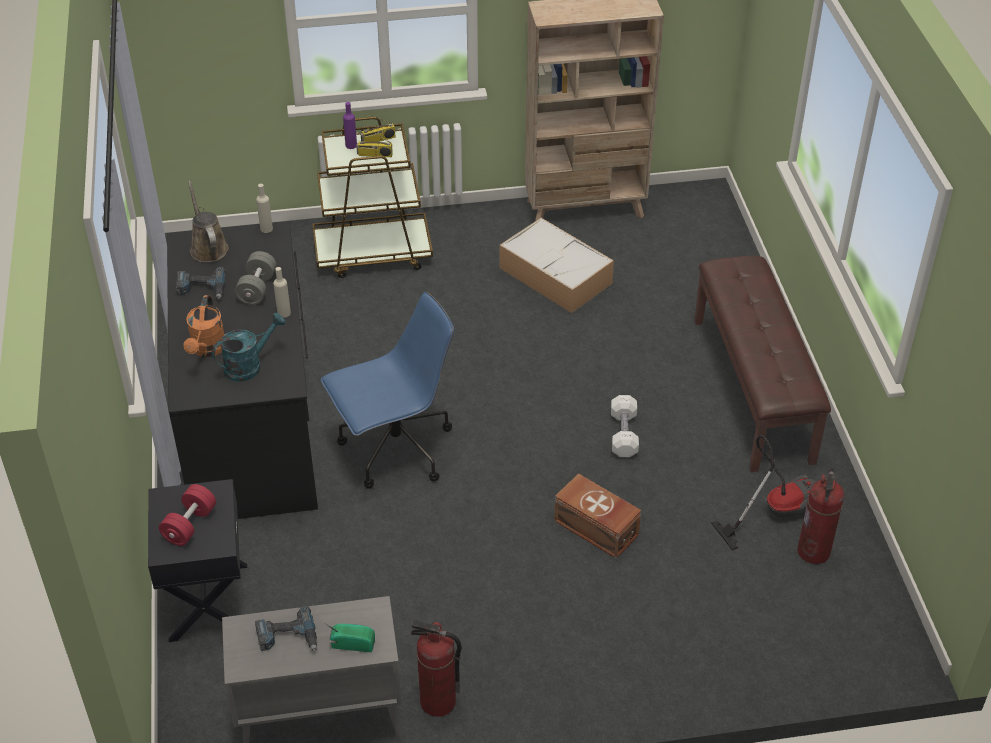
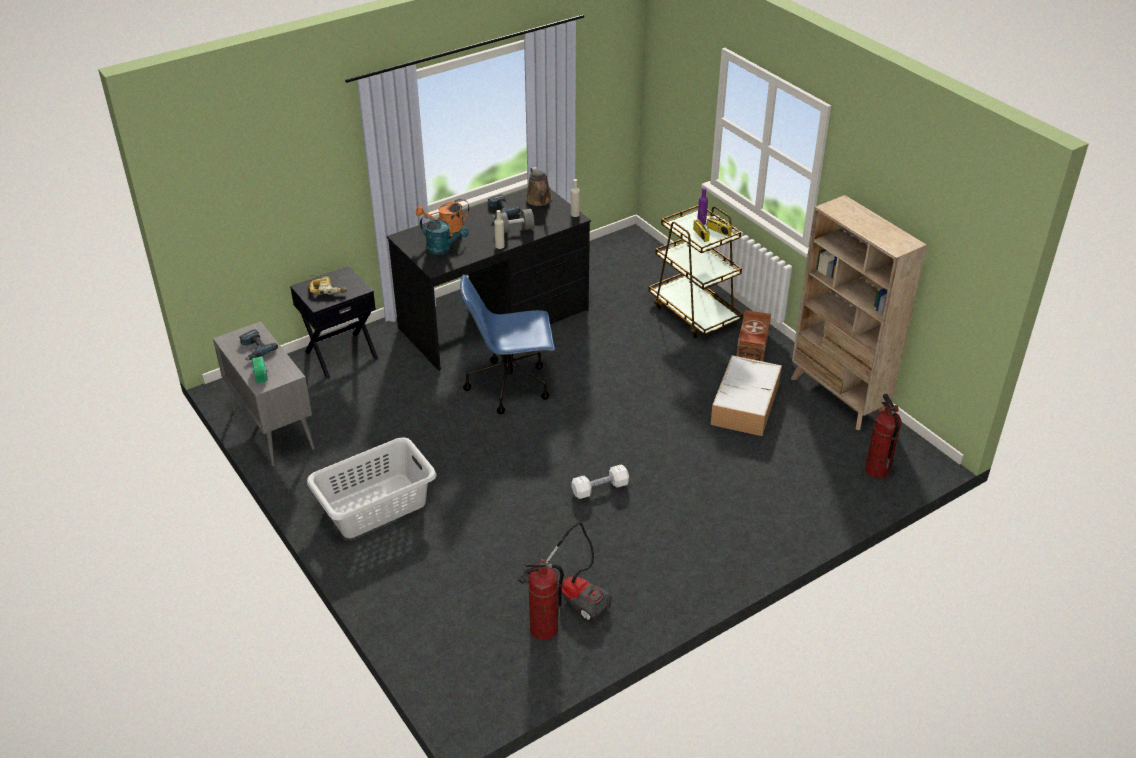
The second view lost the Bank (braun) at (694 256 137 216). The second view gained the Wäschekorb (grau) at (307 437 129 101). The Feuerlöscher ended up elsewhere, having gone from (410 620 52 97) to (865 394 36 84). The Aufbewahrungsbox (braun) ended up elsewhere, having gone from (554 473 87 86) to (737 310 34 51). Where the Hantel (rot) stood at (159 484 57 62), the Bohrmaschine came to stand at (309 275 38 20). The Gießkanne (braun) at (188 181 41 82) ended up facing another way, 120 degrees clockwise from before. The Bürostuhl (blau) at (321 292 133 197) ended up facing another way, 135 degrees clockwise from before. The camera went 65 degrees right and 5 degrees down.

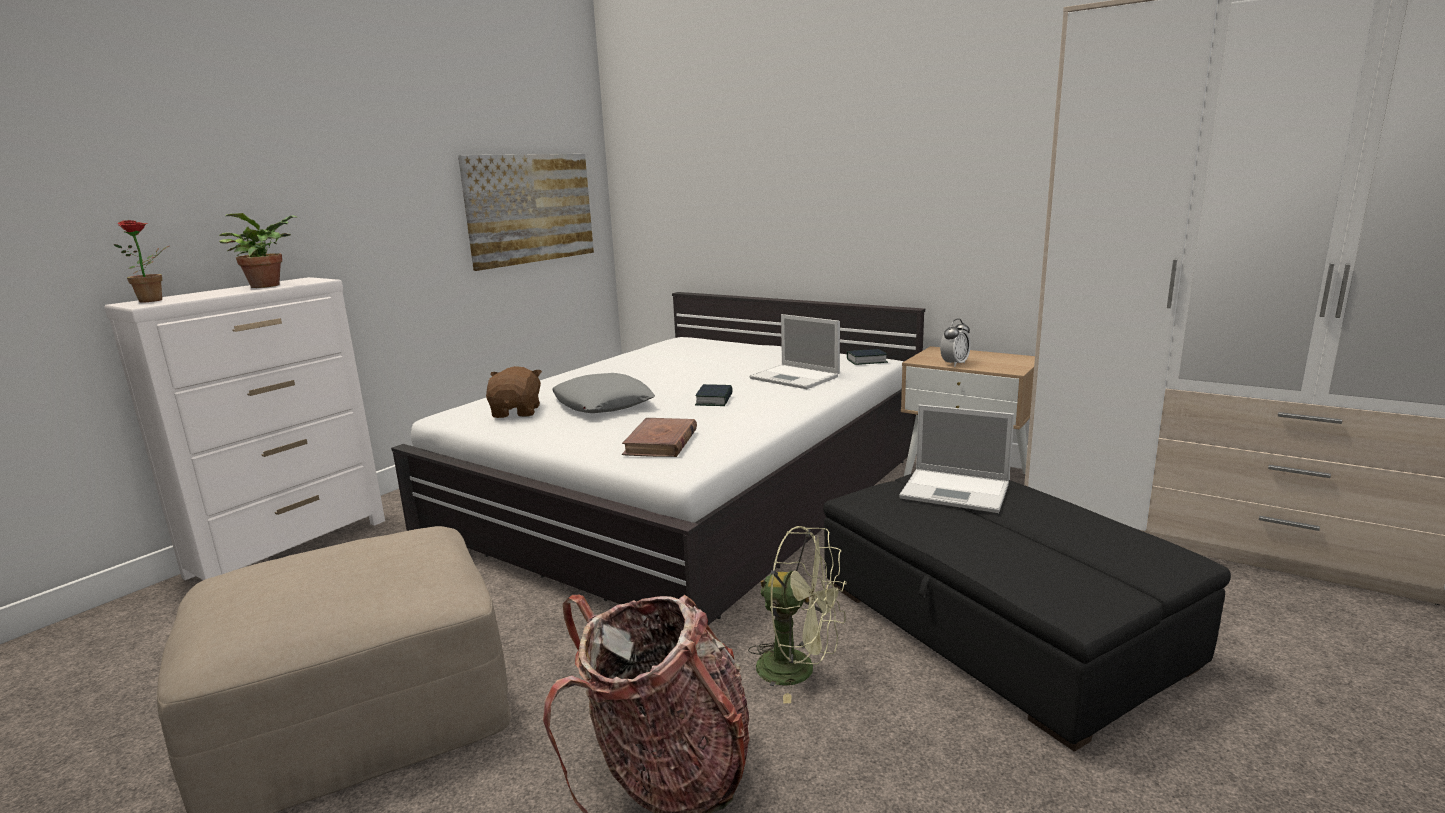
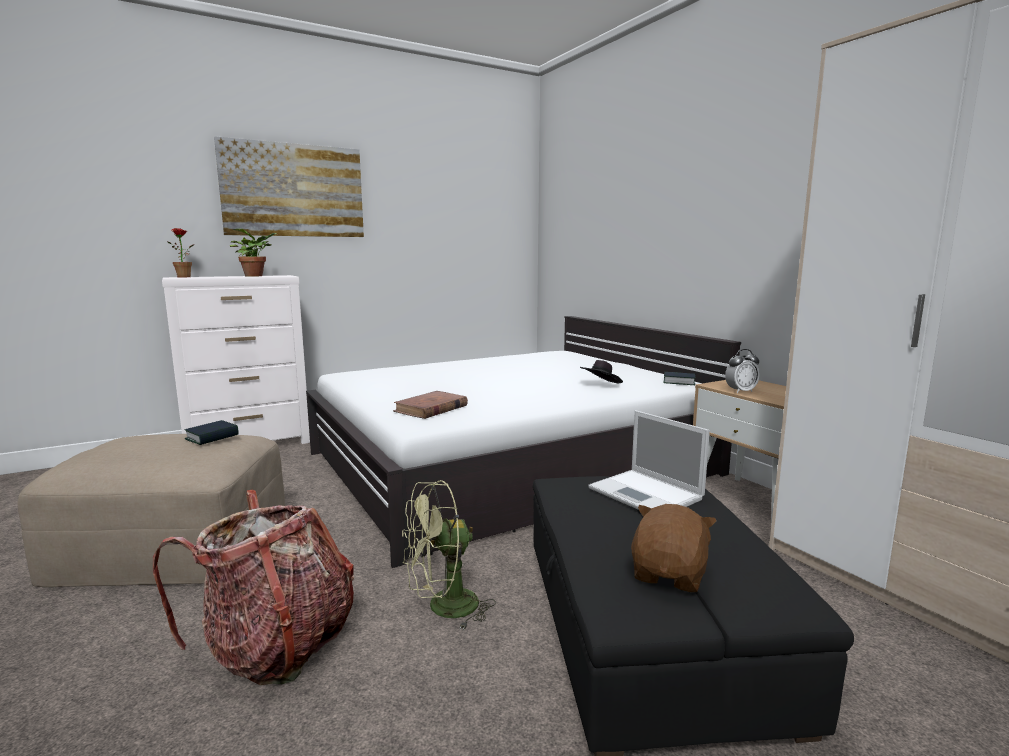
The second view lost the Kissen (grau) at (552 373 103 40). The Bild ended up elsewhere, having gone from (458 154 136 117) to (214 136 150 101). The Plüschtier (braun) ended up elsewhere, having gone from (486 366 56 52) to (631 504 85 88). The Buch ended up elsewhere, having gone from (695 384 38 22) to (185 420 54 25). Where the Laptop stood at (750 314 90 75), the Hut (schwarz) came to stand at (580 360 43 23). The Ventilator (grün) at (748 526 99 177) ended up facing another way, 105 degrees clockwise from before. The camera went 25 degrees right and 5 degrees down.

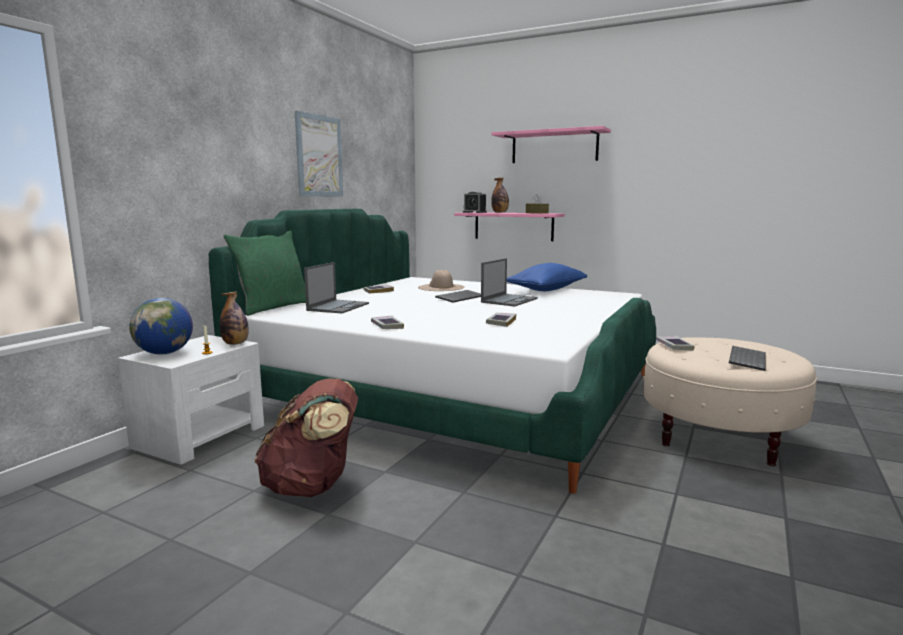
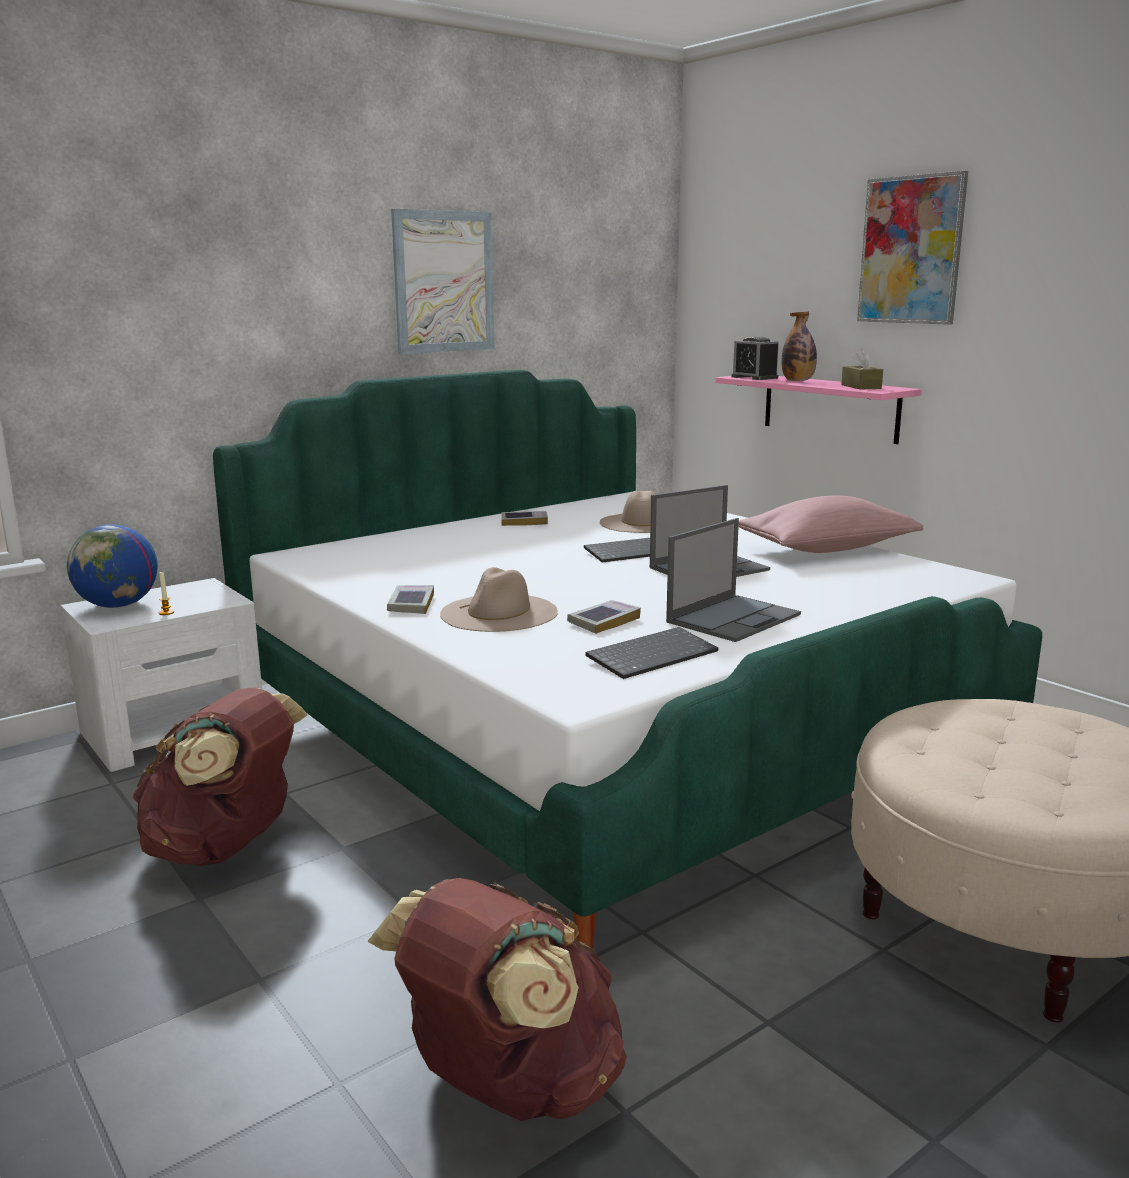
The second view lost the Flasche at (219 291 30 54). The second view lost the Kissen (grün) at (223 230 83 86). The second view lost the Buch at (656 336 39 15). The second view gained the Rucksack (braun) at (367 878 260 243). The second view gained the Hut (beige) at (440 567 118 65). The Laptop ended up elsewhere, having gone from (304 262 65 52) to (666 518 135 124). The Tastatur ended up elsewhere, having gone from (729 346 37 25) to (585 627 133 52). Where the Wandregal (rosa) hung at (492 126 119 37), the Bild came to hang at (857 171 111 154). What was the Kissen (blau) at (507 263 80 28) turned into the Kissen (rosa) at (739 495 184 58). The camera went 25 degrees right and 5 degrees up.

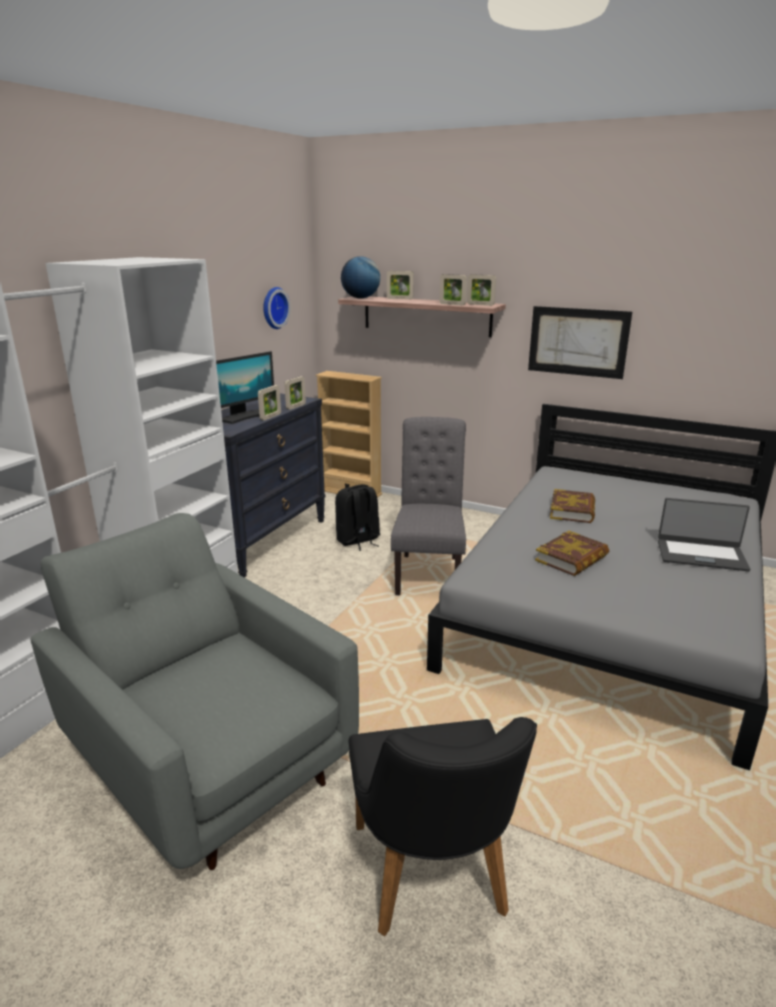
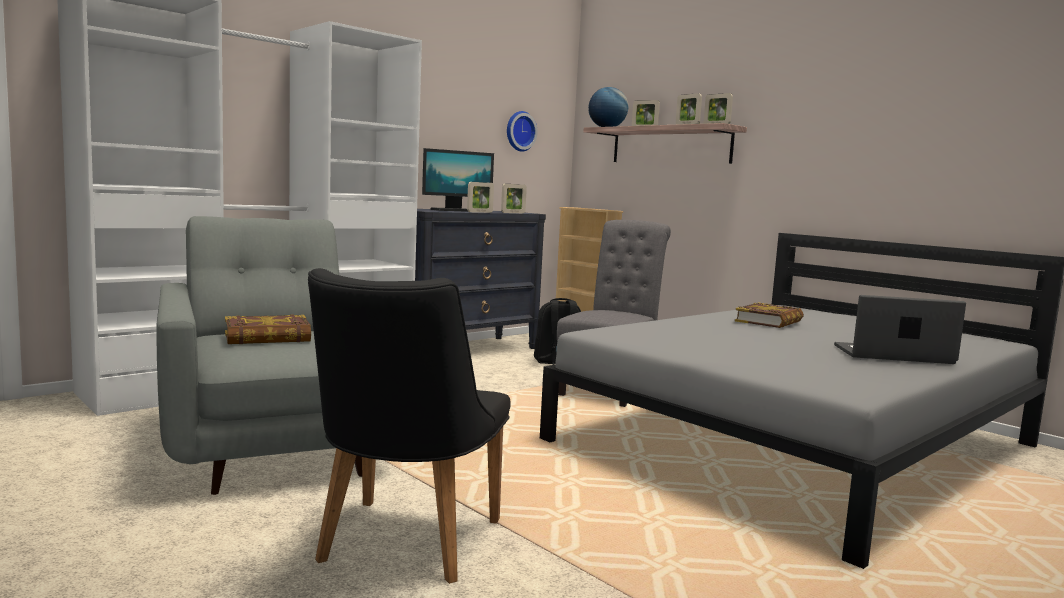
The second view lost the Bild at (528 306 104 73). The Buch ended up elsewhere, having gone from (535 531 74 45) to (225 314 86 30). The Laptop at (658 498 92 73) ended up facing another way, 150 degrees clockwise from before. The camera went 20 degrees right and 15 degrees down.

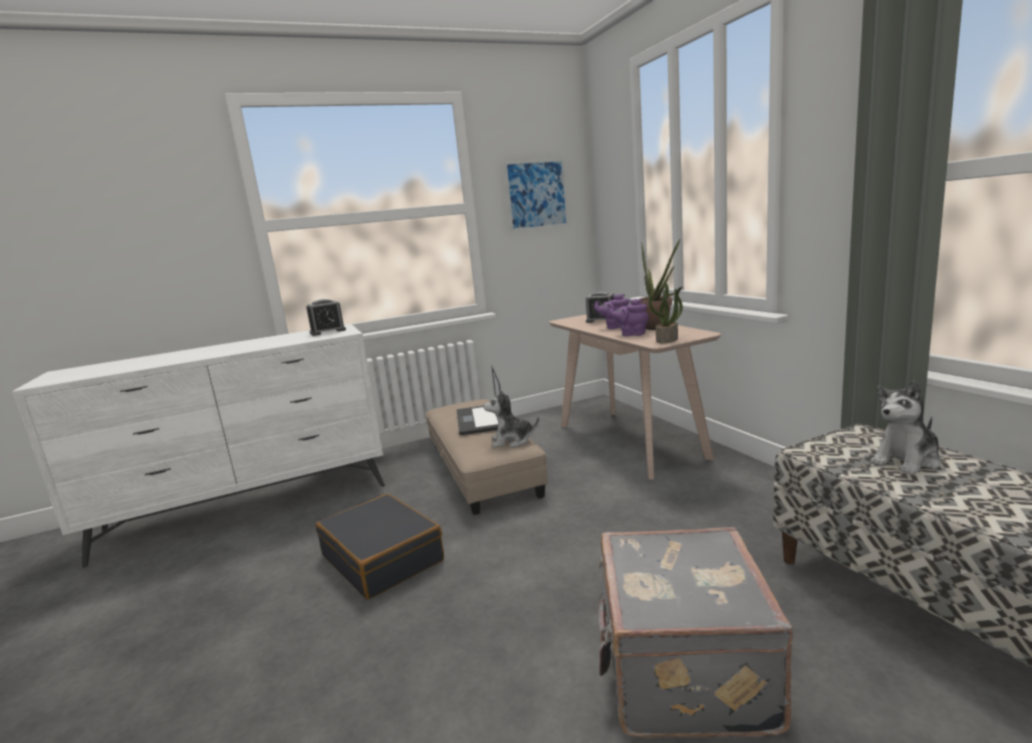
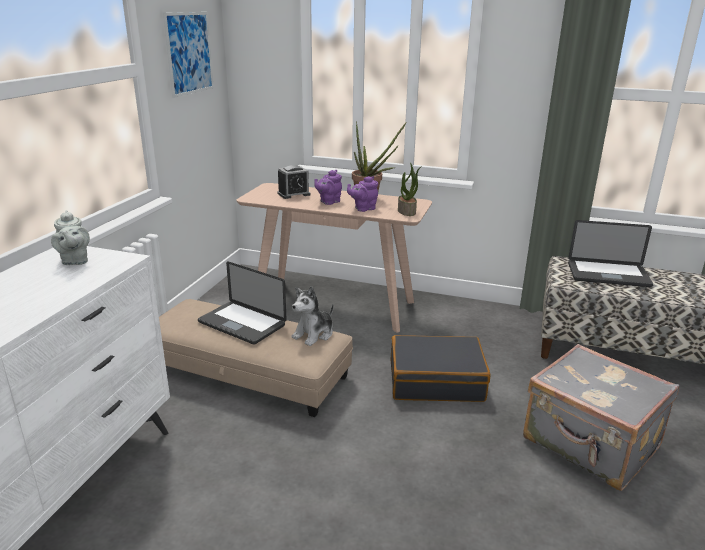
The Koffer (schwarz) ended up elsewhere, having gone from (316 494 128 106) to (391 335 99 67). Where the Wecker stood at (306 299 40 37), the Teekanne (grau) came to stand at (51 210 39 55). Where the Plüschtier stood at (870 381 71 94), the Laptop came to stand at (568 220 85 67). The camera went 50 degrees left and 10 degrees up.

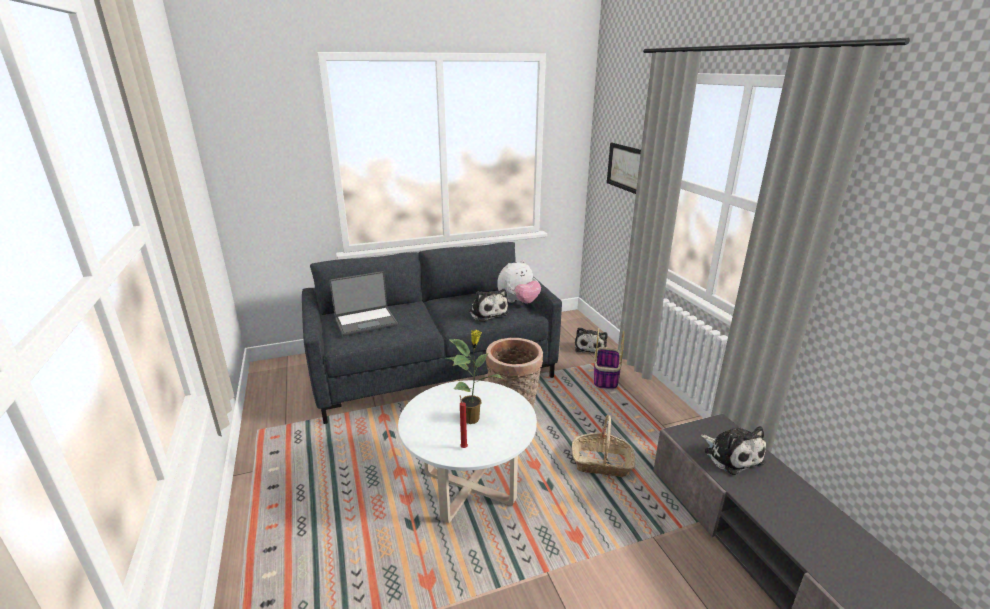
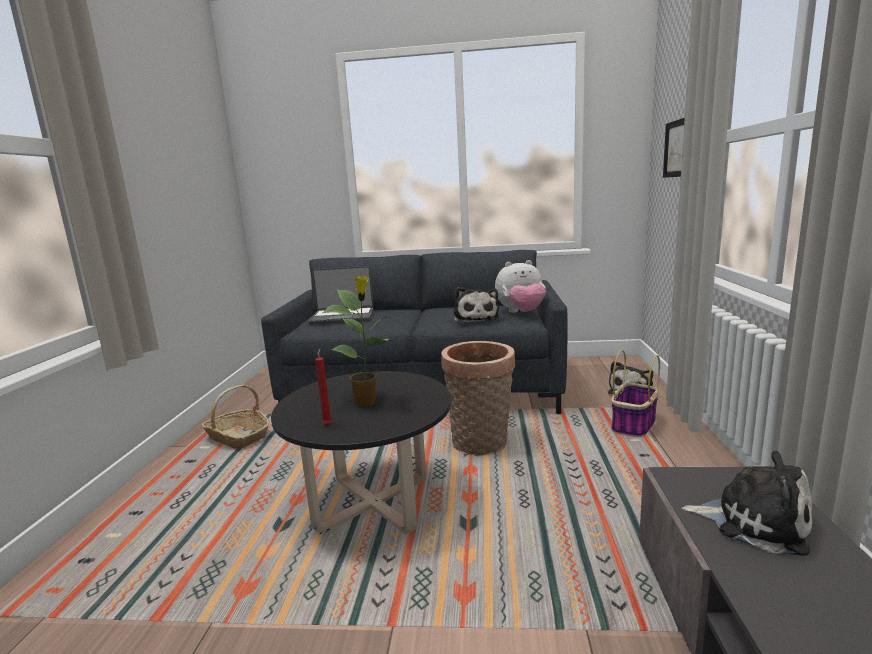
The Korb ended up elsewhere, having gone from (572 415 63 62) to (201 385 69 64). What was the Couchtisch (weiß) at (398 380 139 143) turned into the Couchtisch (schwarz) at (271 371 180 164). The Plüschtier at (701 426 65 49) ended up facing another way, 60 degrees counterclockwise from before. The camera went 25 degrees right and 10 degrees down.

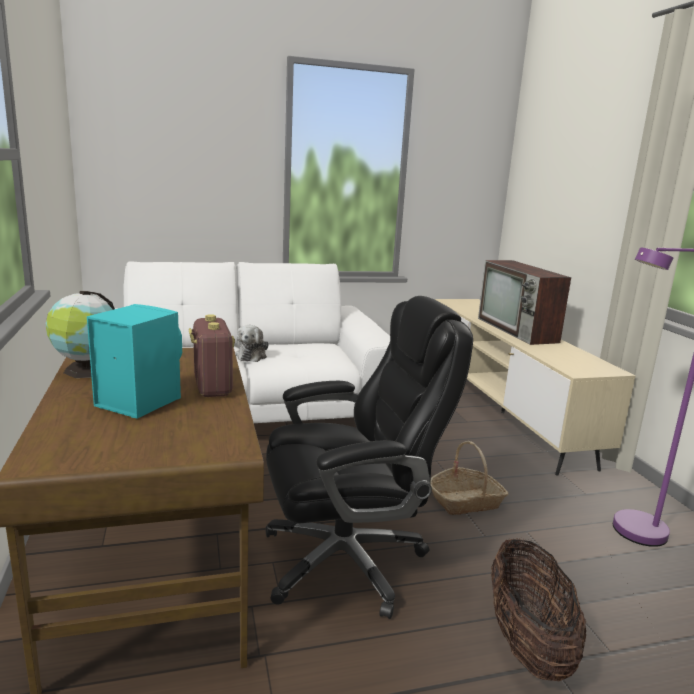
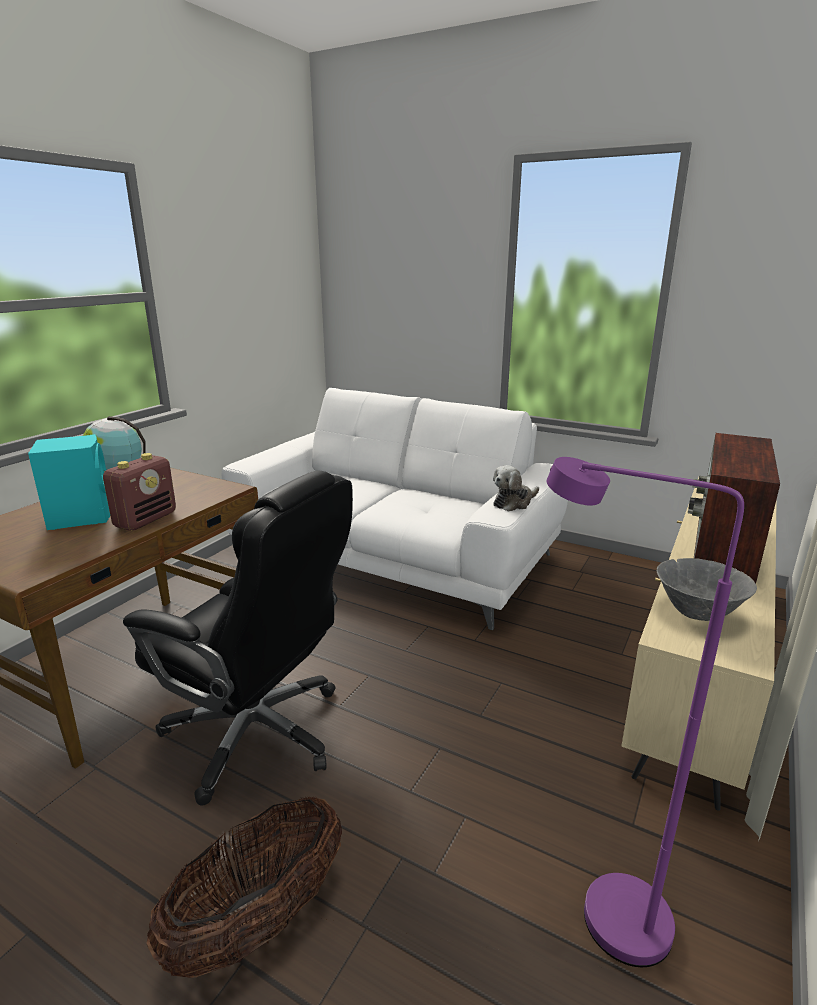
The second view lost the Korb at (430 441 78 74). The second view gained the Schüssel (grau) at (656 558 101 63). The Plüschtier ended up elsewhere, having gone from (235 325 34 37) to (493 465 46 47). The camera went 45 degrees right and 5 degrees up.

